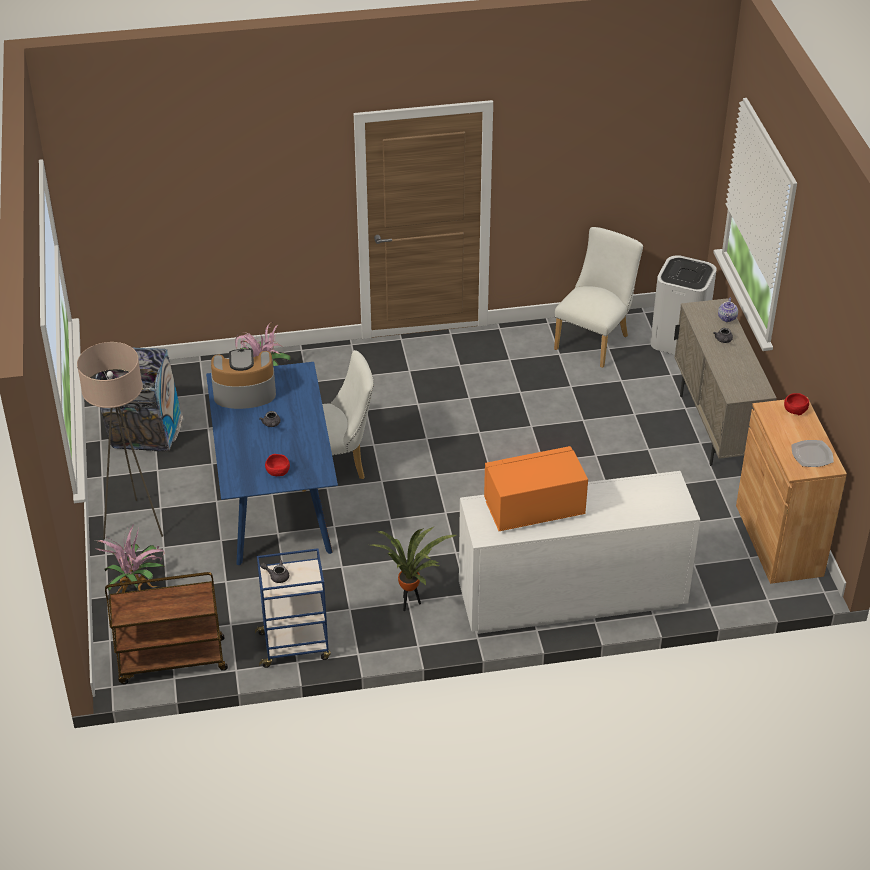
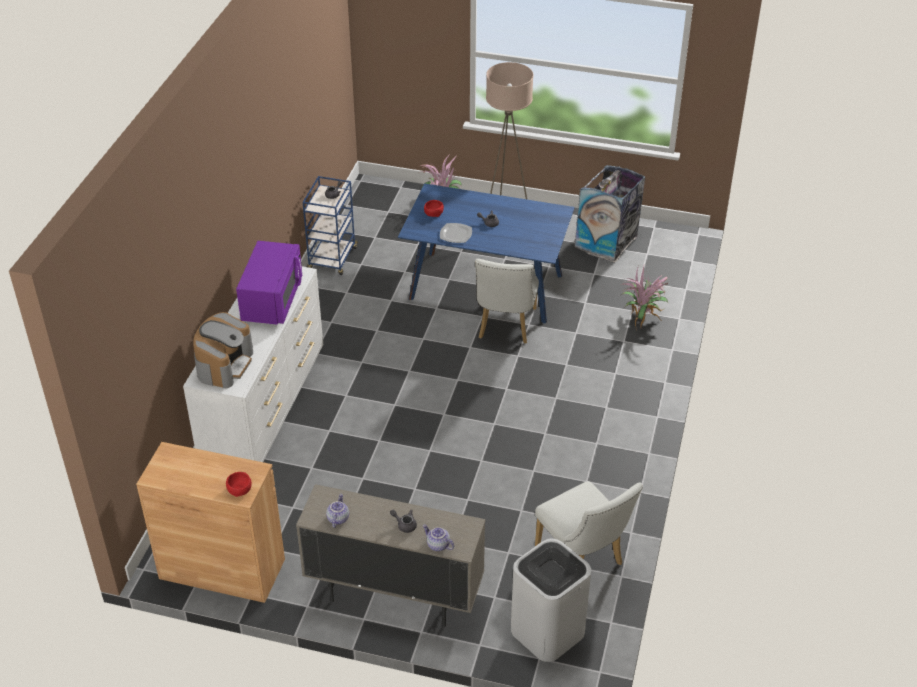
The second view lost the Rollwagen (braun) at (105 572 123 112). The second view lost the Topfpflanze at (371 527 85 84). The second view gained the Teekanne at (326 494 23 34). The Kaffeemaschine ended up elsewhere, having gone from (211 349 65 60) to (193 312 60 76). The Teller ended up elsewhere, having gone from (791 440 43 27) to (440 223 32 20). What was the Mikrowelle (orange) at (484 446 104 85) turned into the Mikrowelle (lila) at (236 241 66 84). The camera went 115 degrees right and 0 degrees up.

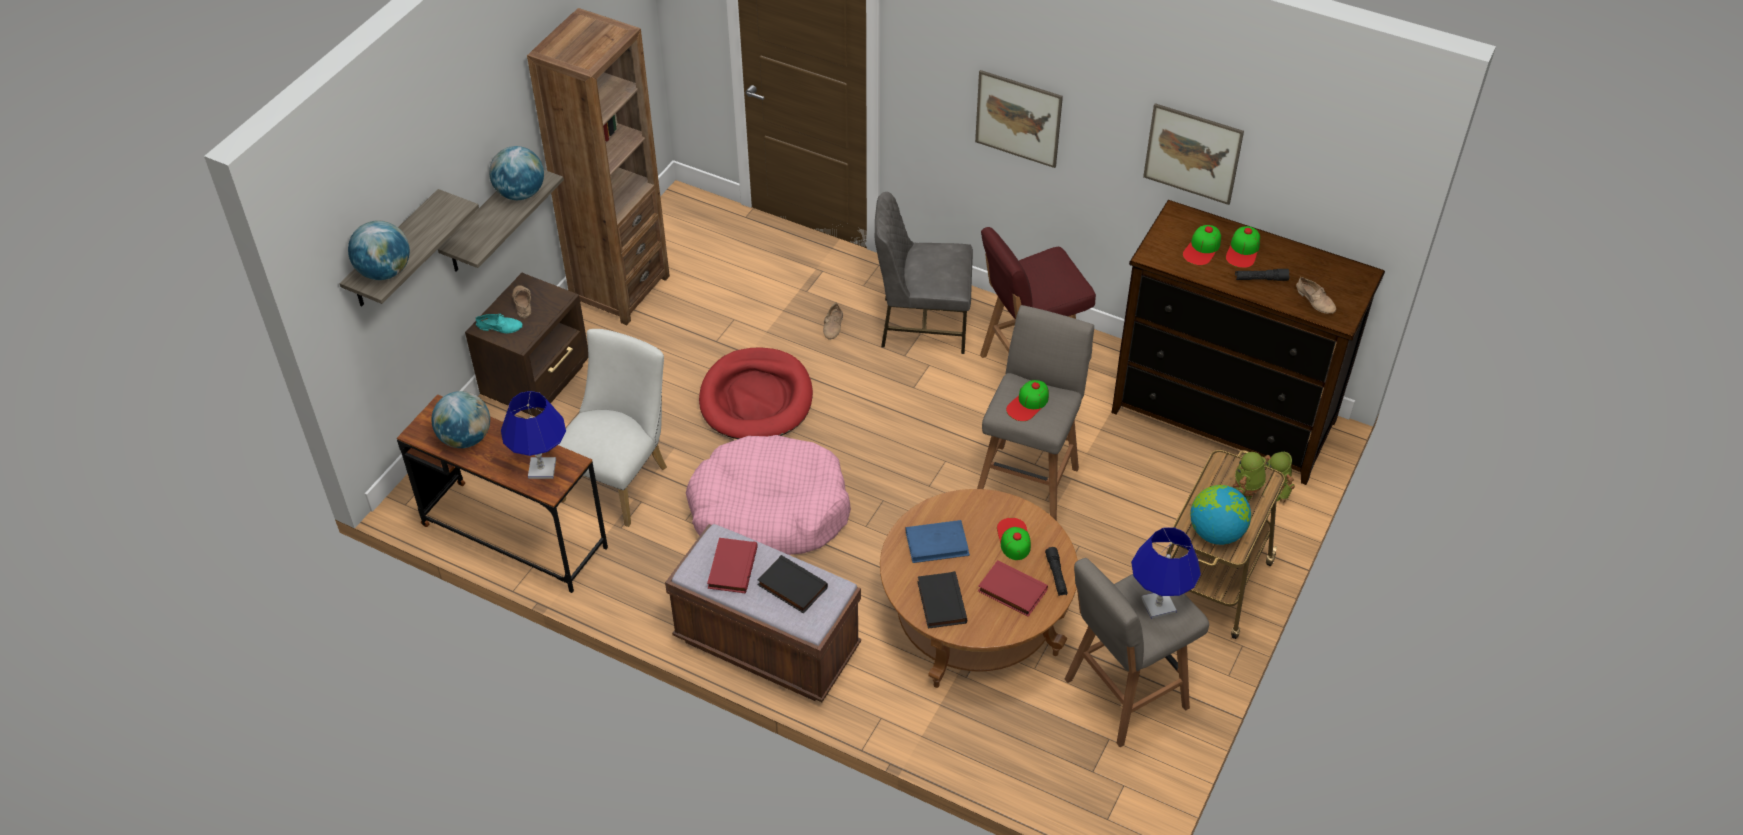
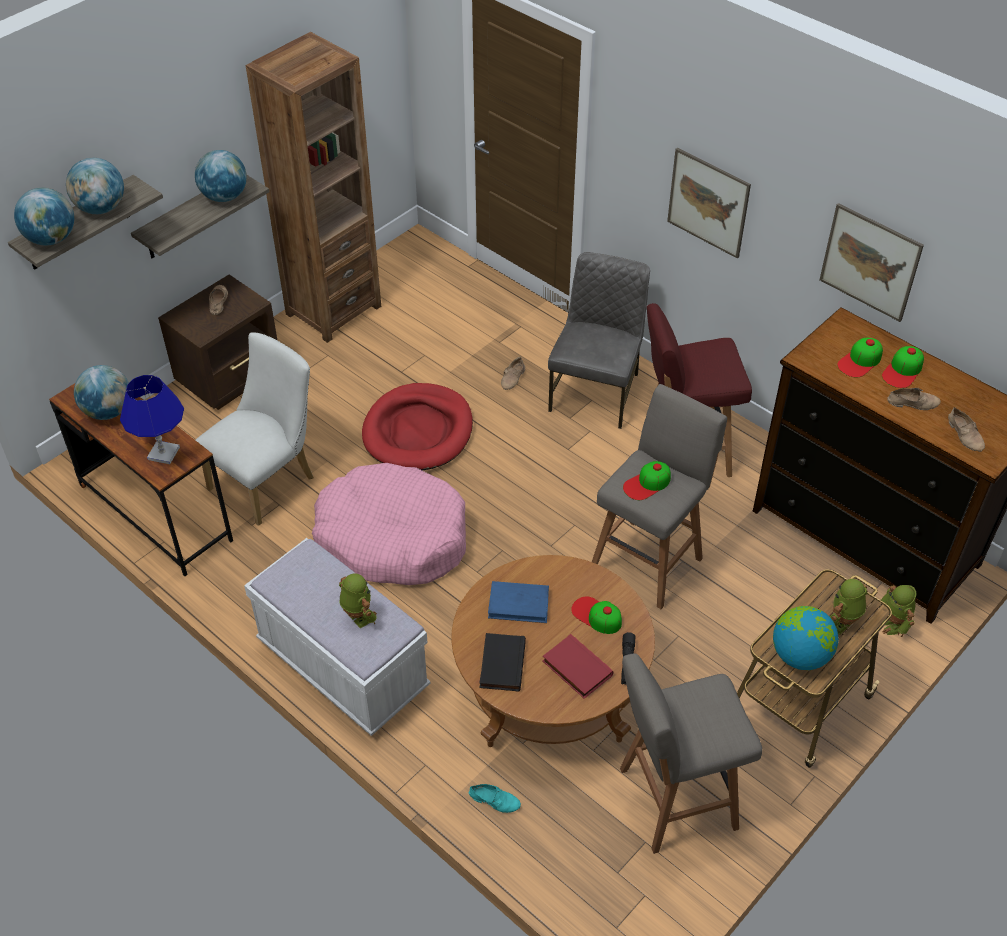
The second view lost the Buch (rot) at (707 538 51 55). The second view lost the Tischlampe (blau) at (1131 527 70 92). The second view gained the Globus at (66 158 58 56). The Schuh (türkis) ended up elsewhere, having gone from (476 314 47 19) to (469 784 52 29). Where the Buch (schwarz) stood at (757 555 71 59), the Spielzeugroboter came to stand at (339 574 38 54). Where the Taschenlampe (schwarz) stood at (1235 269 55 12), the Schuh (beige) came to stand at (887 388 54 22). What was the Bank (braun) at (665 524 196 178) turned into the Bank (weiß) at (244 538 187 198). The Stuhl (grau) at (875 192 98 162) ended up facing another way, 90 degrees clockwise from before. The Kappe at (997 518 34 42) ended up facing another way, 60 degrees counterclockwise from before. The camera went 15 degrees right and 0 degrees up.

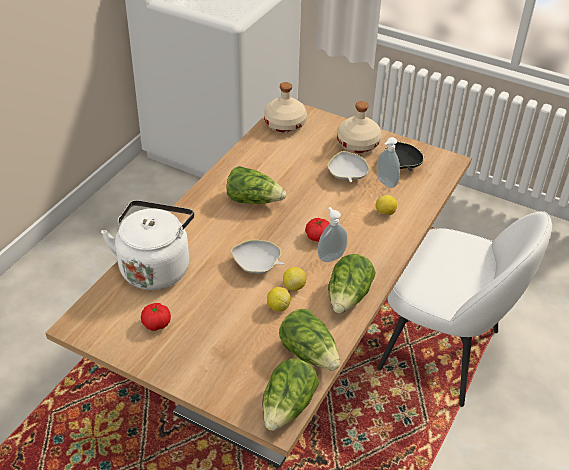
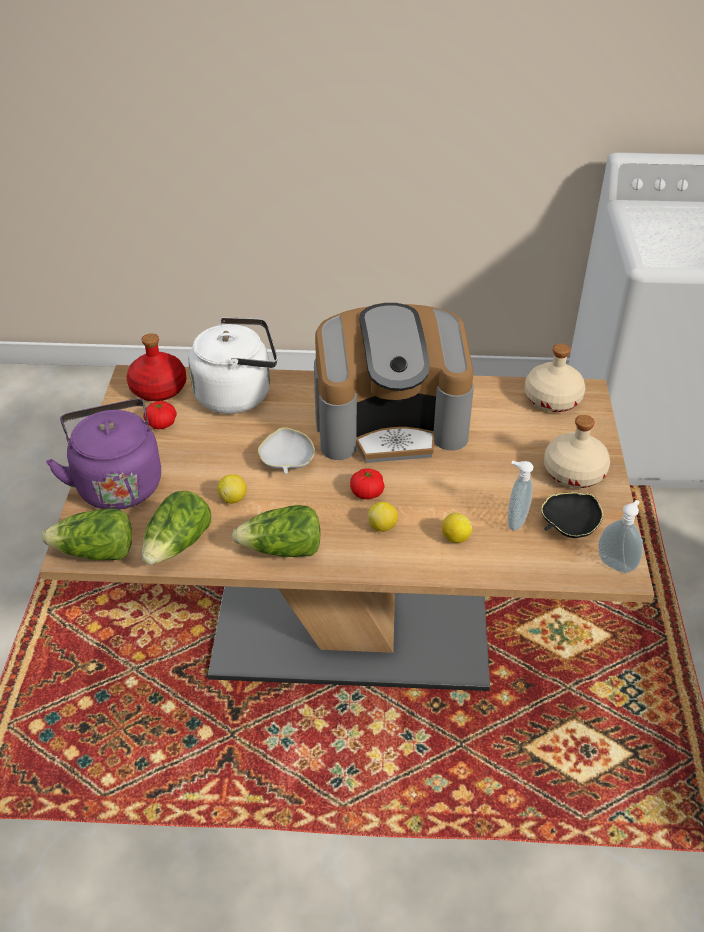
The second view lost the Schüssel (weiß) at (327 151 42 31). The second view lost the Stuhl (weiß) at (377 211 175 196). The second view gained the Wasserkessel (lila) at (46 399 115 111). The second view gained the Flasche (rot) at (127 333 59 68). The Zitrone ended up elsewhere, having gone from (283 267 23 24) to (368 502 30 30). The Seifenspender ended up elsewhere, having gone from (318 207 30 55) to (598 500 45 73). Where the Salatkopf stood at (227 166 59 38), the Kaffeemaschine came to stand at (314 303 160 160). The camera went 65 degrees right and 0 degrees up.

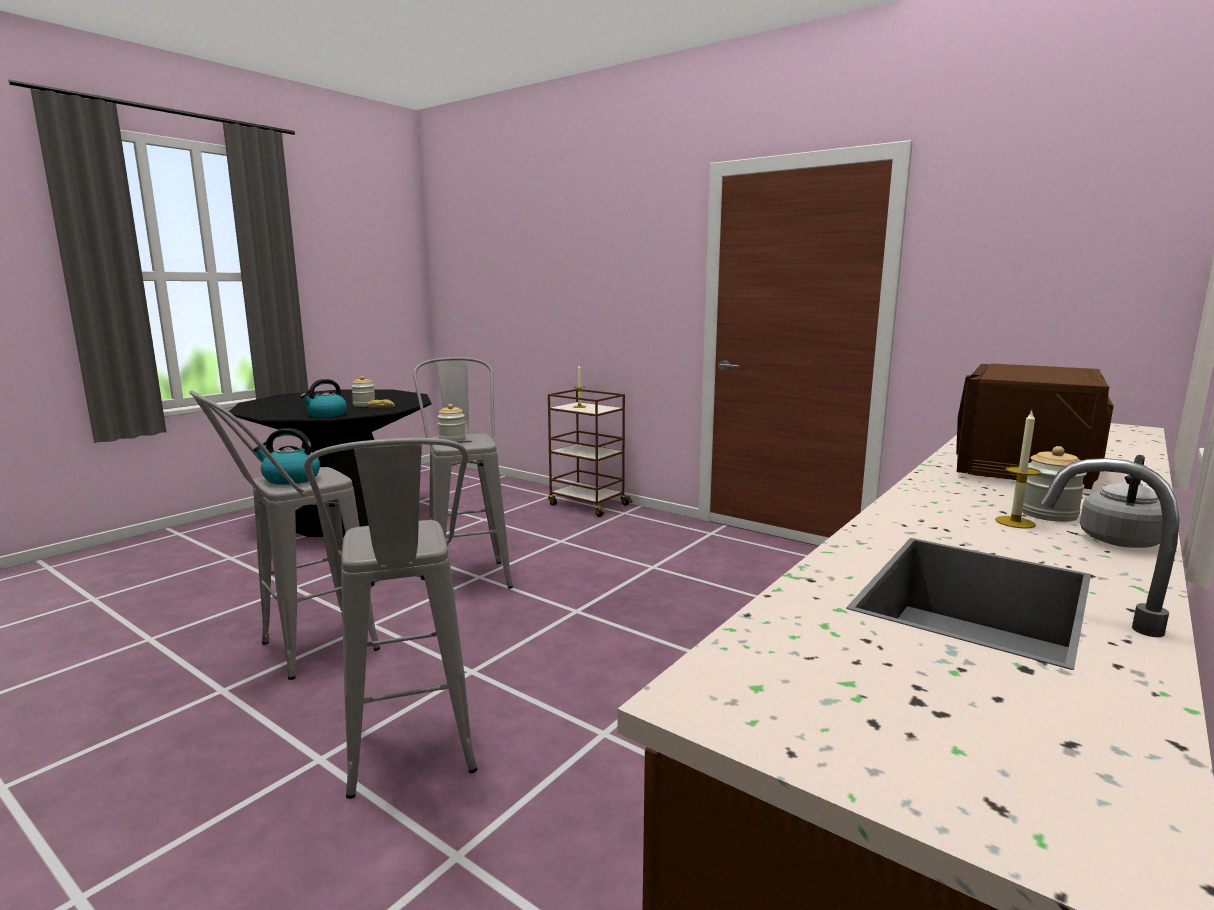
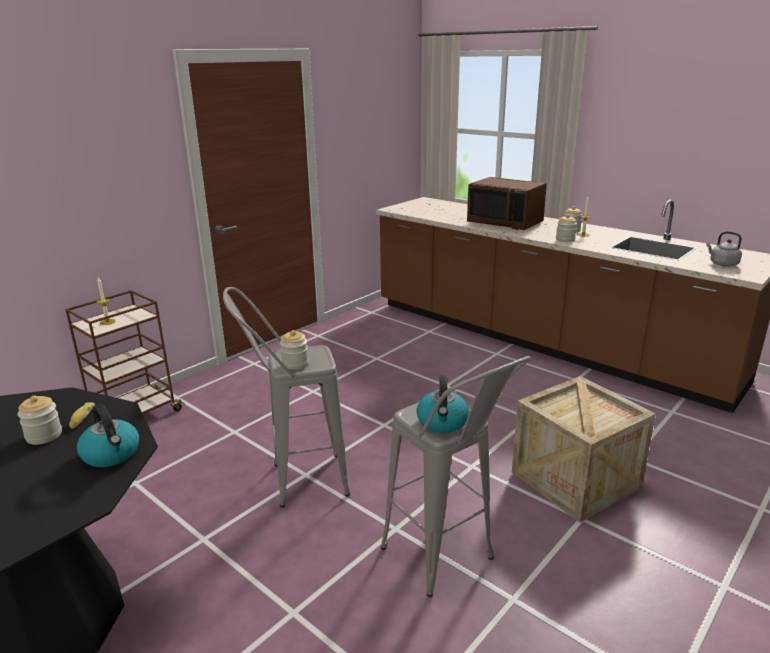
The second view gained the Vorratsglas at (556 214 21 28). The Wasserkessel (grau) ended up elsewhere, having gone from (1080 455 83 93) to (706 231 36 36). Where the Hocker (grau) stood at (304 438 173 361), the Kiste came to stand at (512 376 144 147). The camera went 85 degrees left and 10 degrees up.

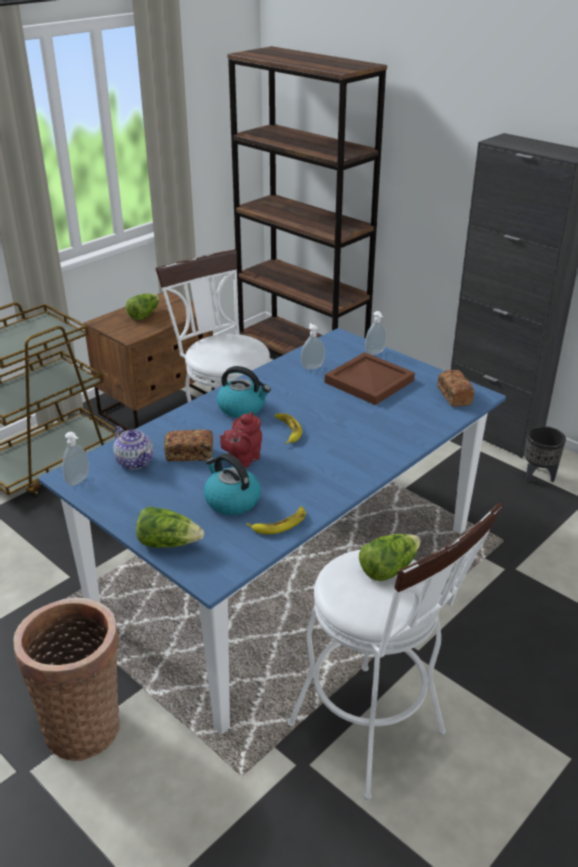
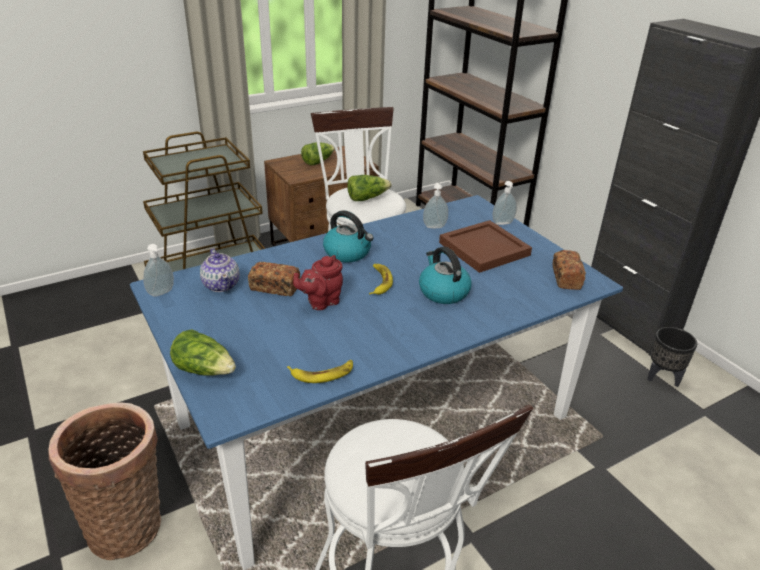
The Wasserkessel ended up elsewhere, having gone from (204 453 57 62) to (419 247 53 57). The Salatkopf ended up elsewhere, having gone from (359 534 62 47) to (347 175 44 26). The camera went 15 degrees right and 0 degrees up.

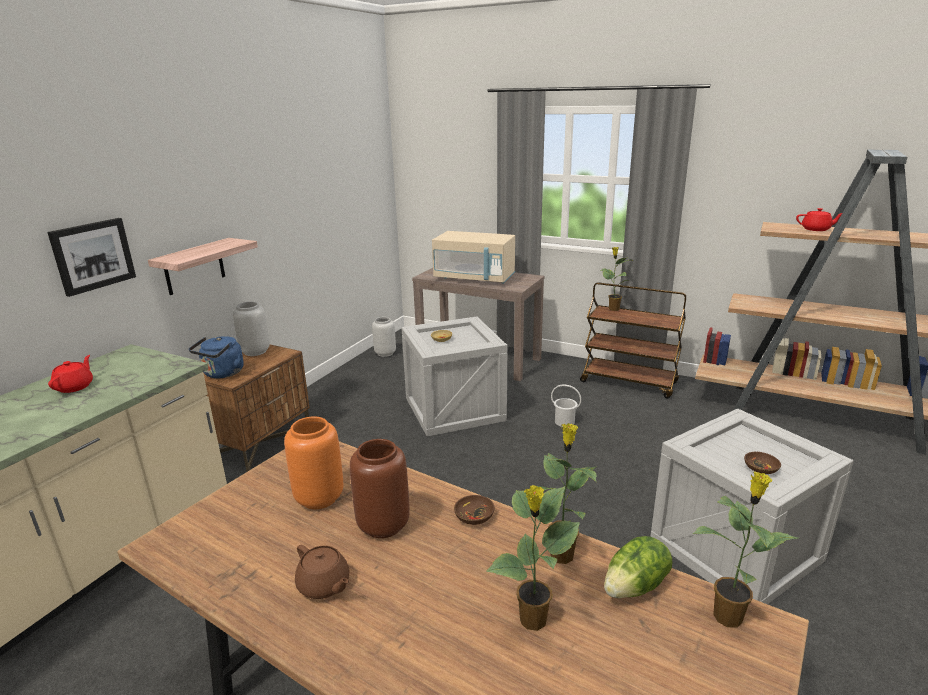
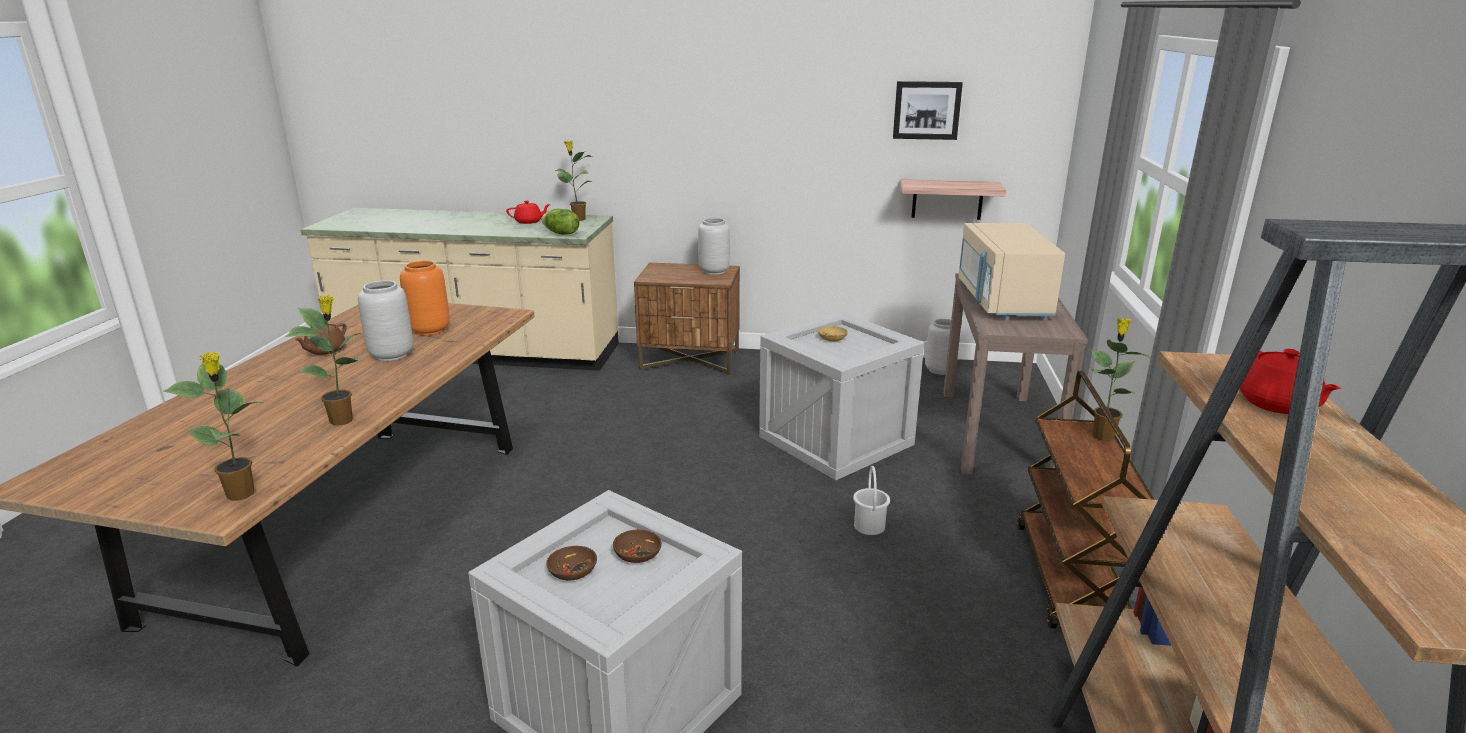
The second view lost the Wasserkessel (blau) at (189 336 55 42). The Bild ended up elsewhere, having gone from (47 218 89 79) to (893 81 70 59). The Wandregal ended up elsewhere, having gone from (148 238 110 57) to (900 179 106 41). The Schüssel (braun) ended up elsewhere, having gone from (454 495 41 30) to (613 529 49 34). The Topfpflanze ended up elsewhere, having gone from (486 485 94 146) to (555 140 37 81). The Salatkopf ended up elsewhere, having gone from (604 536 68 62) to (541 209 39 26). What was the Vase (braun) at (350 439 60 99) turned into the Vase (grau) at (358 280 55 81). The camera went 70 degrees right and 0 degrees up.

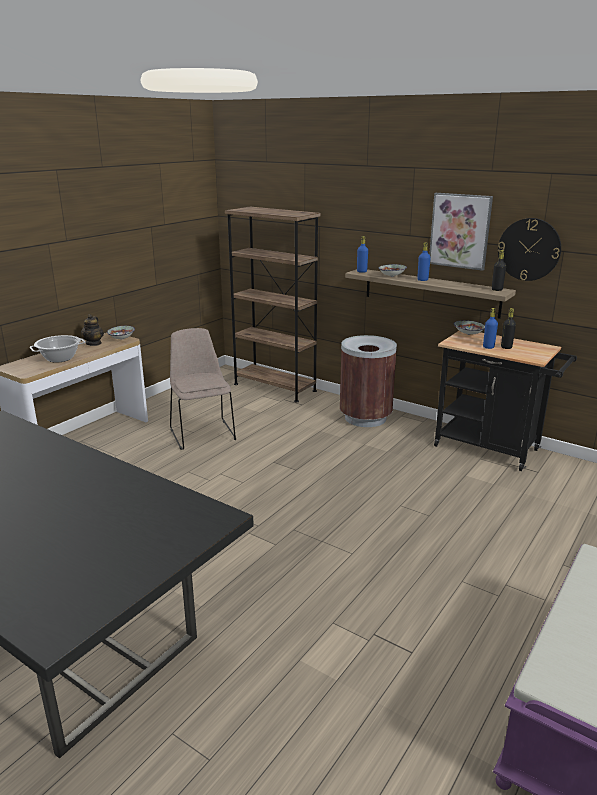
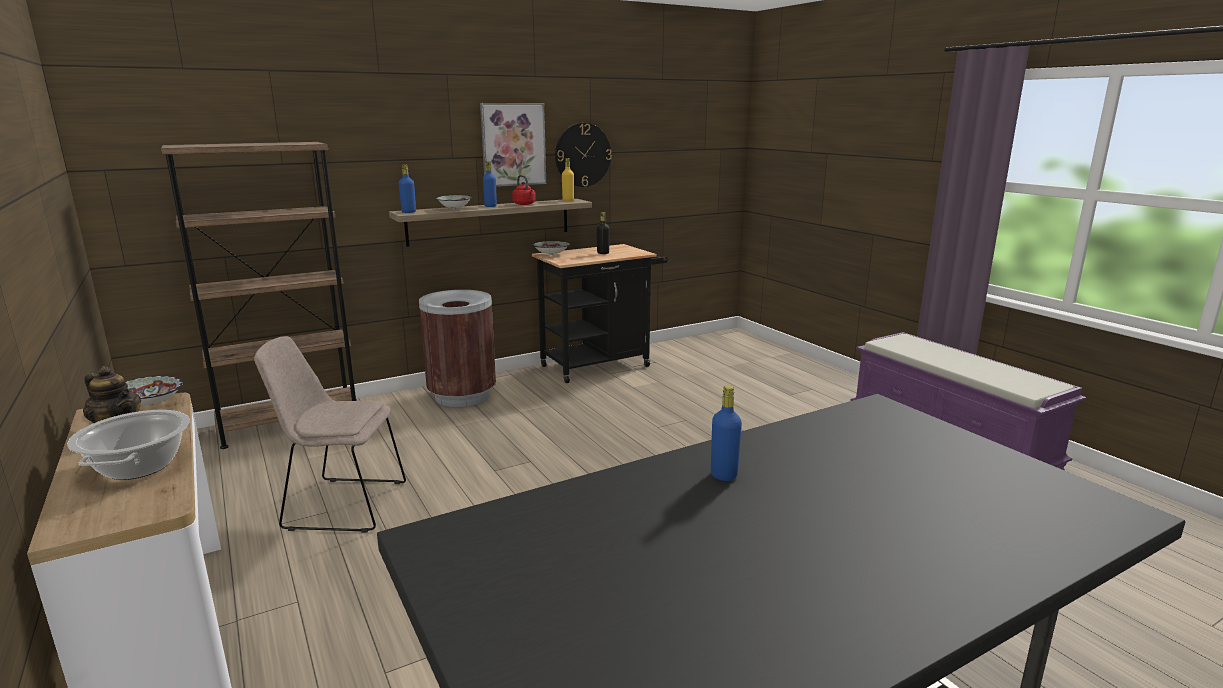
The second view gained the Wasserkessel (rot) at (512 175 24 30). The Flasche (blau) ended up elsewhere, having gone from (483 308 15 41) to (711 385 31 96). What was the Flasche (schwarz) at (492 250 14 41) turned into the Flasche (gelb) at (562 158 12 43). The camera went 65 degrees left and 5 degrees down.

